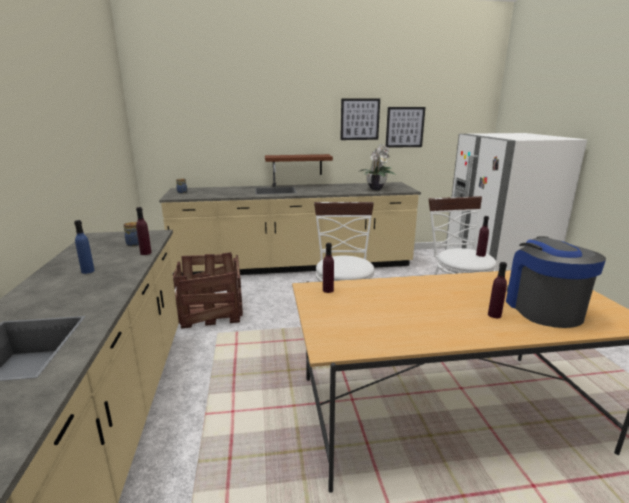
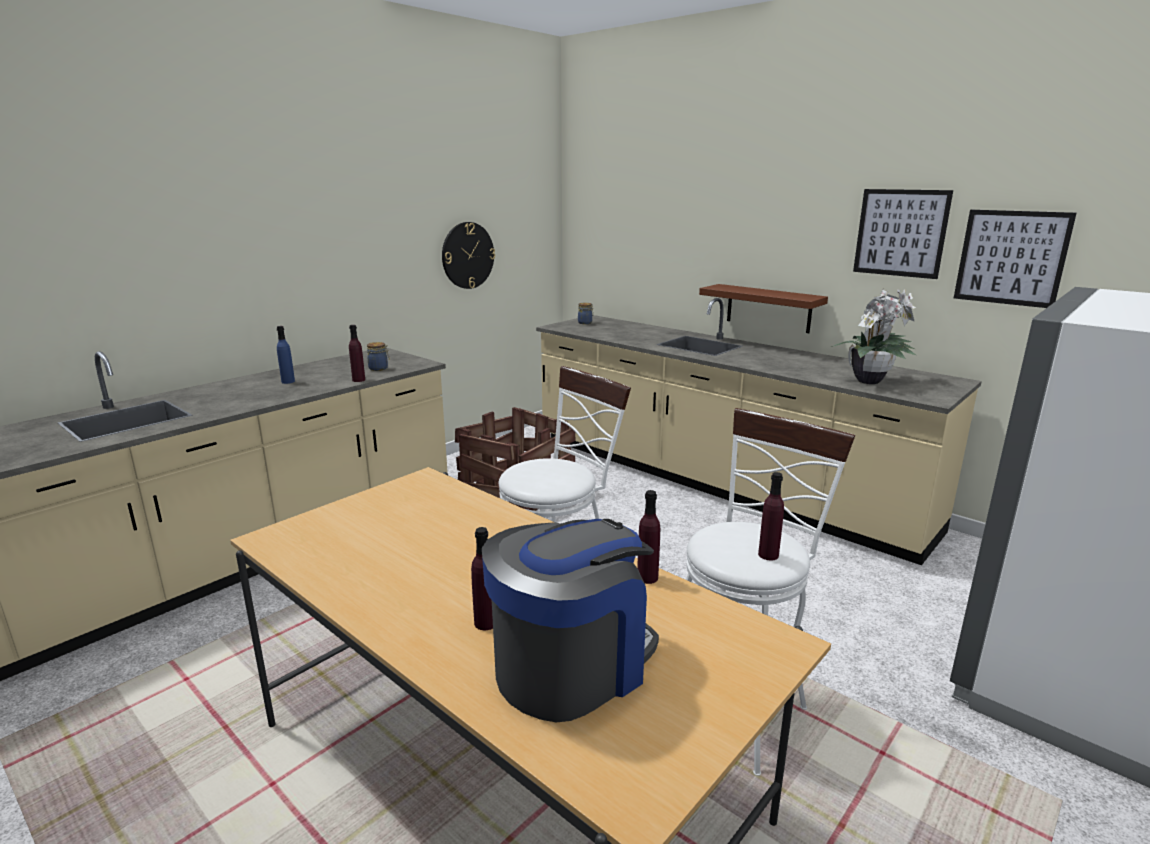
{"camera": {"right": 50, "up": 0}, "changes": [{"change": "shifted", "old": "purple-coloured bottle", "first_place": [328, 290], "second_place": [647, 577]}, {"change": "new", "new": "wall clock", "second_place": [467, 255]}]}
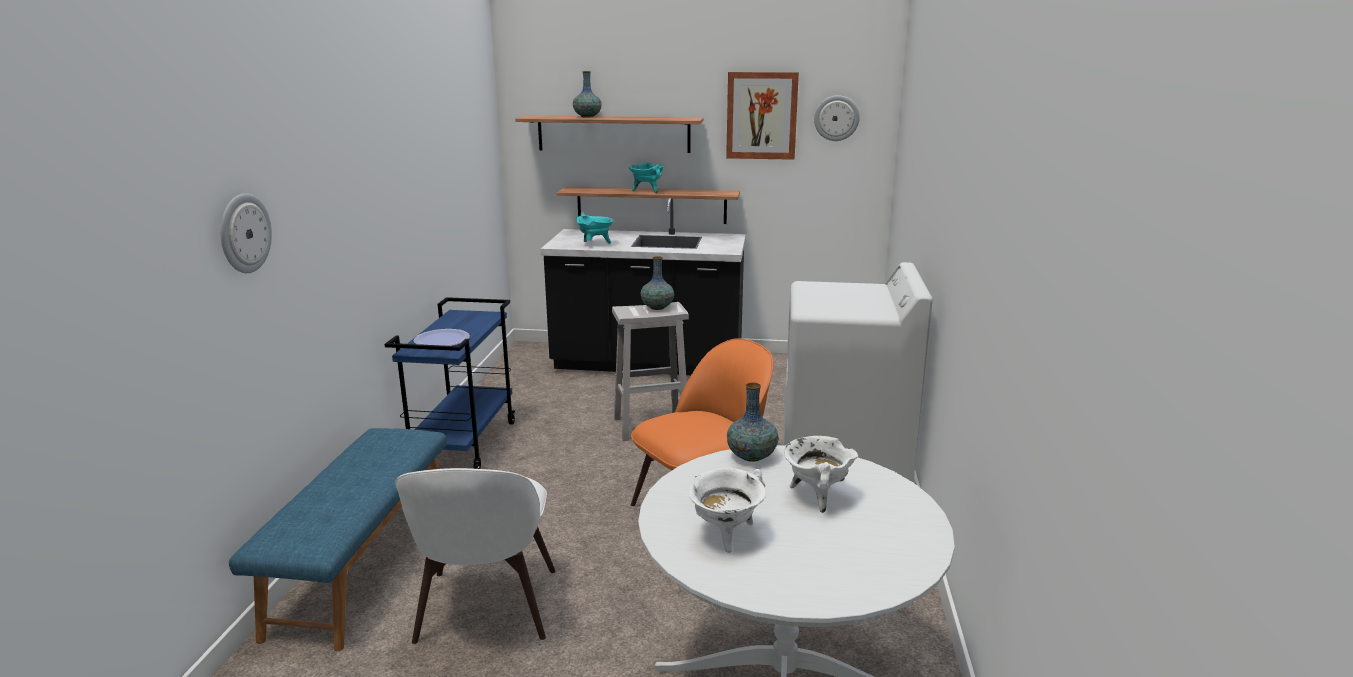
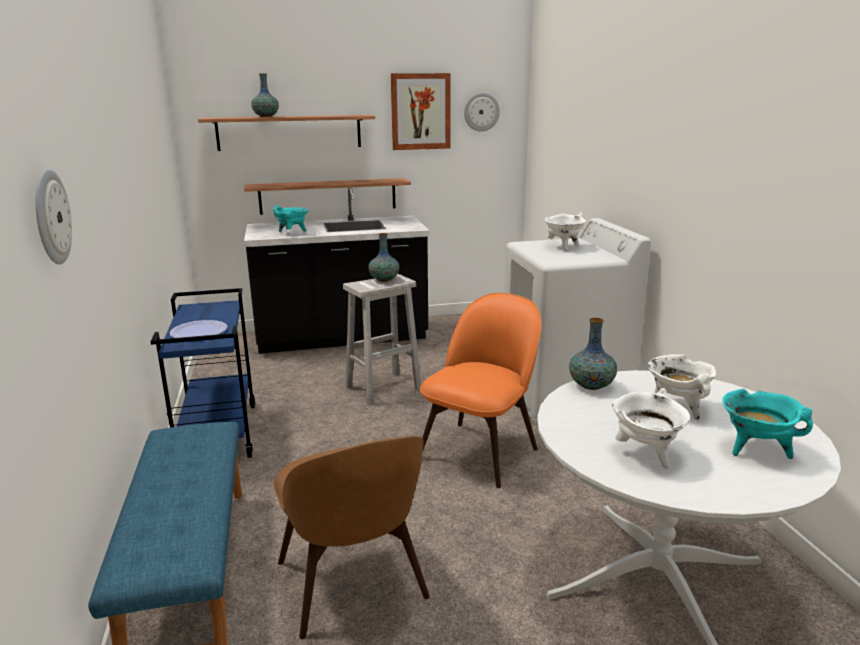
{"camera": {"right": -20, "up": 0}, "changes": [{"change": "repainted", "old": "white-coloured upright chair", "new": "brown-coloured upright chair", "first_place": [486, 609], "second_place": [353, 584]}, {"change": "shifted", "old": "turquoise saucepot", "first_place": [647, 191], "second_place": [756, 449]}, {"change": "new", "new": "white-coloured saucepot", "second_place": [563, 247]}]}
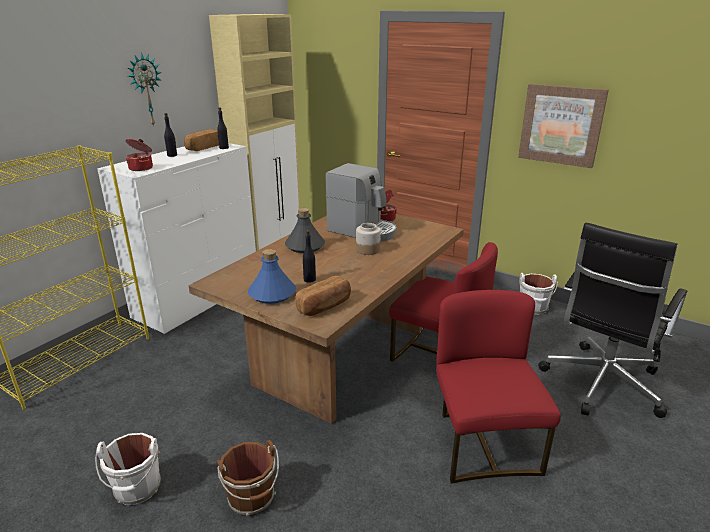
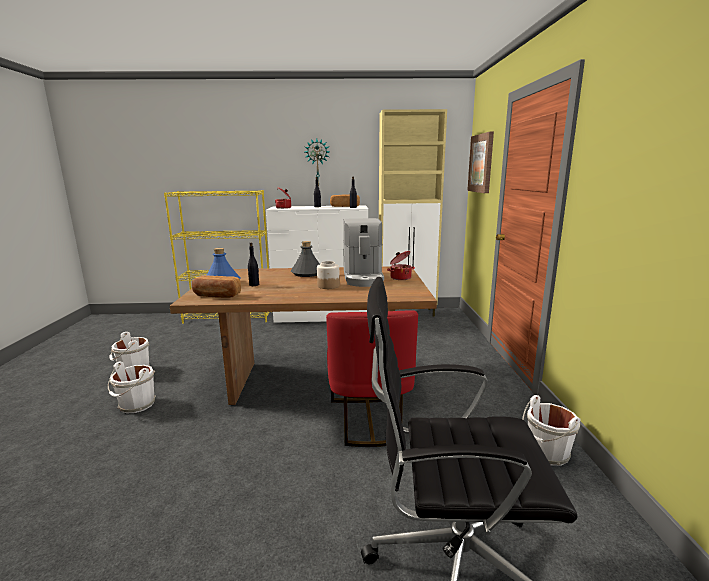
{"camera": {"right": 55, "up": -10}, "changes": [{"change": "repainted", "old": "brown-coloured bucket", "new": "white-coloured bucket", "first_place": [252, 499], "second_place": [136, 405]}, {"change": "gone", "old": "reddish upright chair", "first_place": [483, 443]}, {"change": "shifted", "old": "wall picture", "first_place": [561, 125], "second_place": [481, 163]}]}
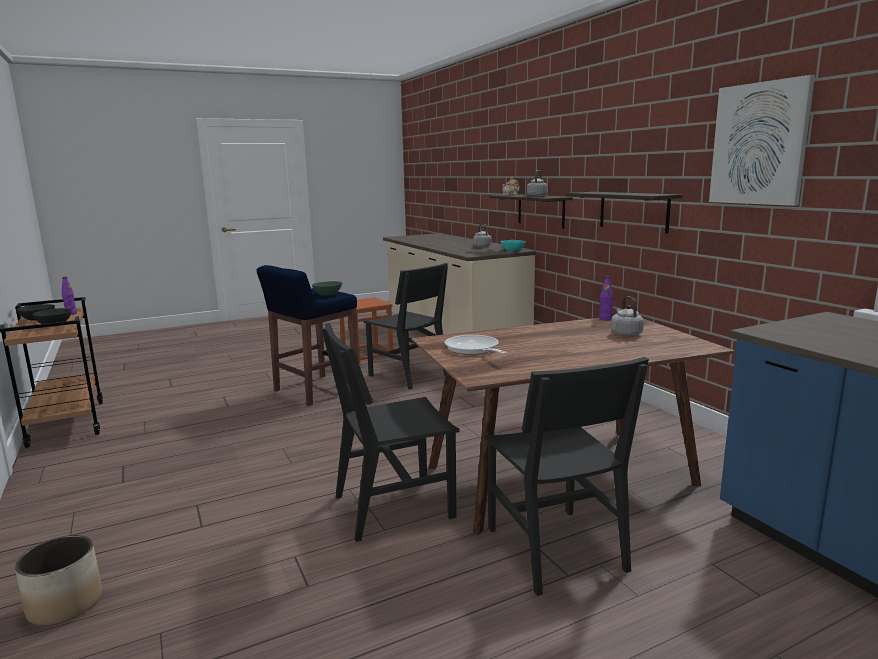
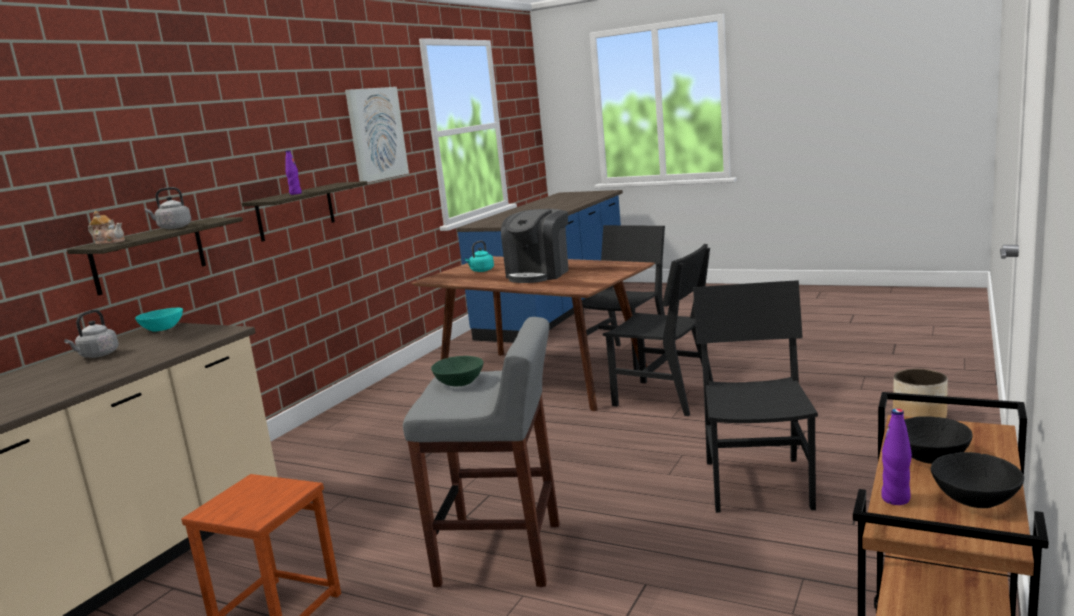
{"camera": {"right": -125, "up": 0}, "changes": [{"change": "repainted", "old": "blue sitting stool", "new": "gray sitting stool", "first_place": [314, 390], "second_place": [502, 554]}, {"change": "shifted", "old": "black-coloured upright chair", "first_place": [408, 375], "second_place": [758, 484]}, {"change": "gone", "old": "frying pan", "first_place": [474, 350]}, {"change": "shifted", "old": "purple-coloured bottle", "first_place": [605, 319], "second_place": [295, 194]}, {"change": "repainted", "old": "gray tea kettle", "new": "turquoise tea kettle", "first_place": [625, 333], "second_place": [481, 271]}, {"change": "new", "new": "coffee machine", "second_place": [539, 274]}]}
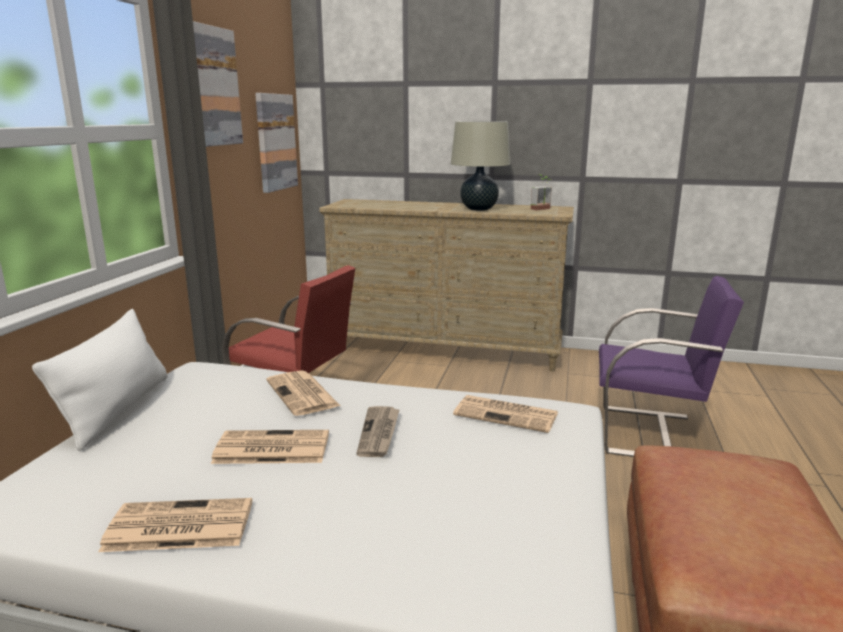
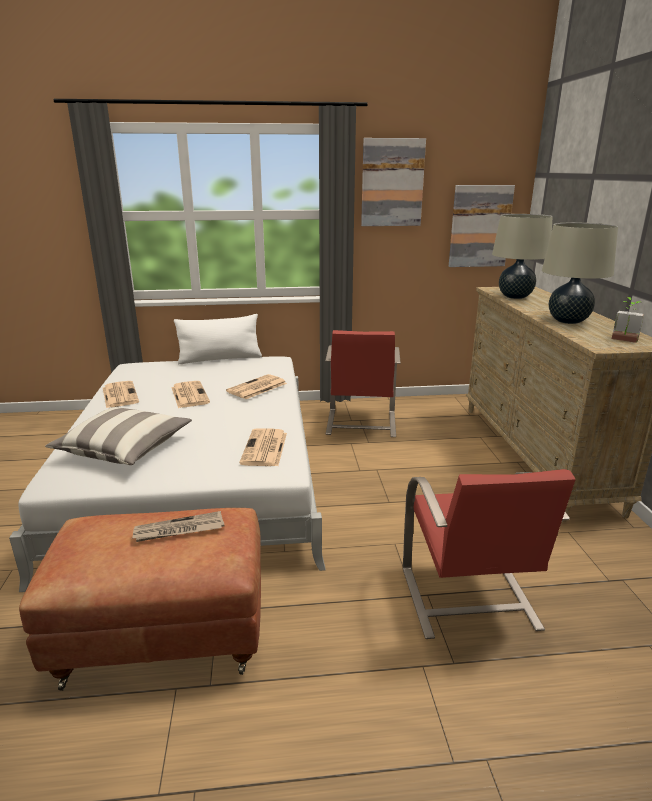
{"camera": {"right": 70, "up": 5}, "changes": [{"change": "shifted", "old": "daily paper", "first_place": [379, 433], "second_place": [179, 530]}, {"change": "repainted", "old": "purple-coloured upright chair", "new": "reddish upright chair", "first_place": [650, 434], "second_place": [468, 599]}, {"change": "new", "new": "pillow", "second_place": [124, 449]}, {"change": "new", "new": "beige tabletop lamp", "second_place": [515, 297]}]}
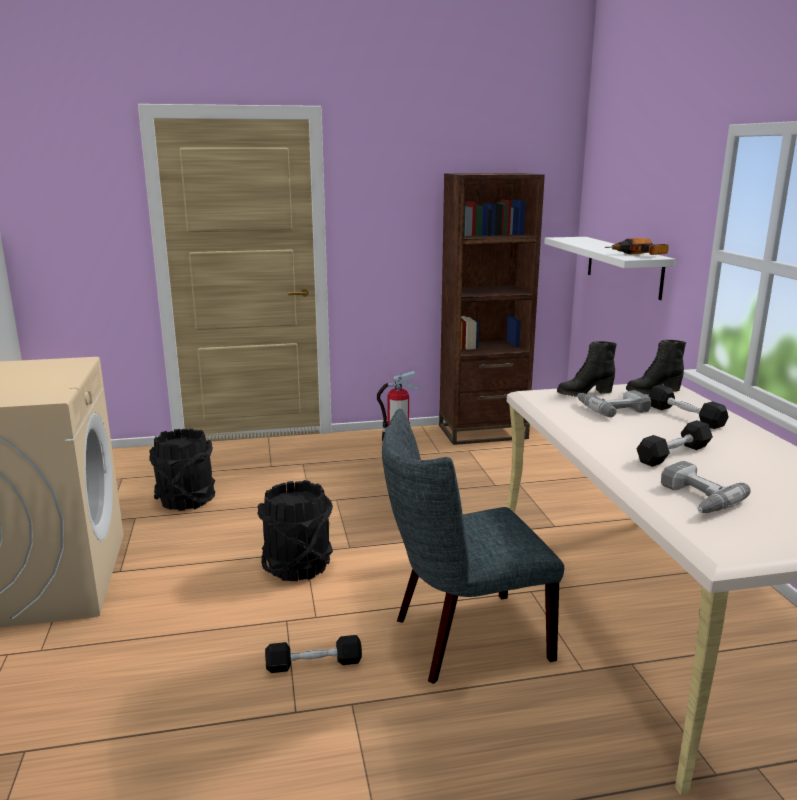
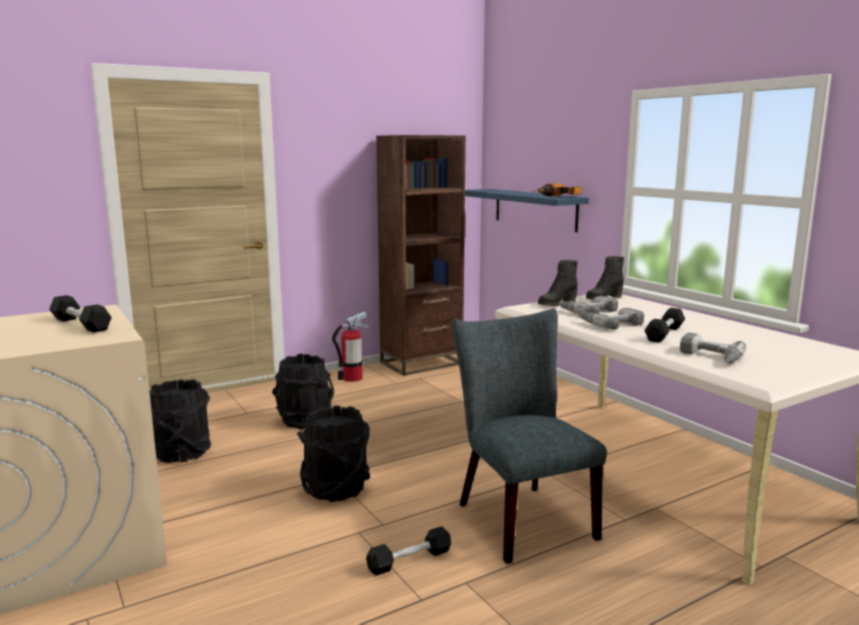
{"camera": {"right": -20, "up": -5}, "changes": [{"change": "rotated", "old": "gray upright chair", "first_place": [462, 639], "second_place": [519, 516], "degrees": 105}, {"change": "repainted", "old": "white-coloured shelf", "new": "blue shelf", "first_place": [623, 266], "second_place": [535, 209]}, {"change": "shifted", "old": "black-coloured free weight", "first_place": [685, 416], "second_place": [81, 324]}, {"change": "new", "new": "black-coloured bucket", "second_place": [304, 420]}, {"change": "new", "new": "drill", "second_place": [610, 324]}]}
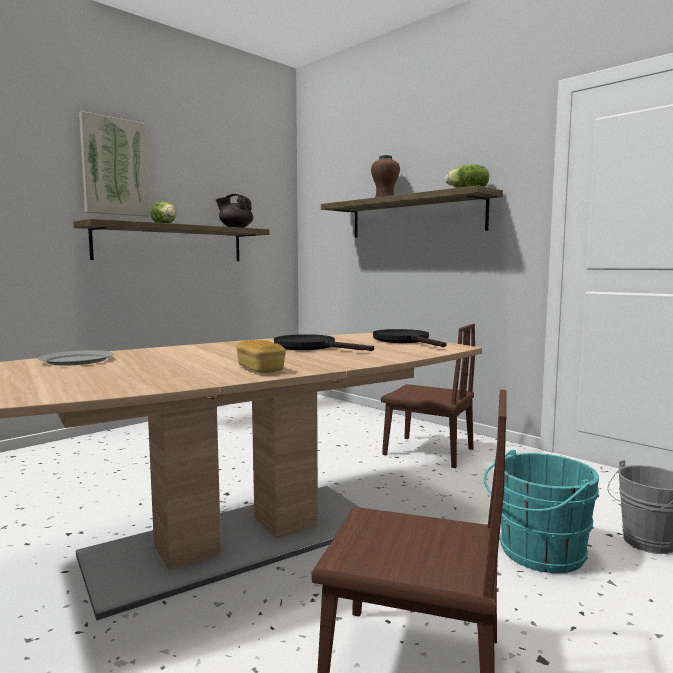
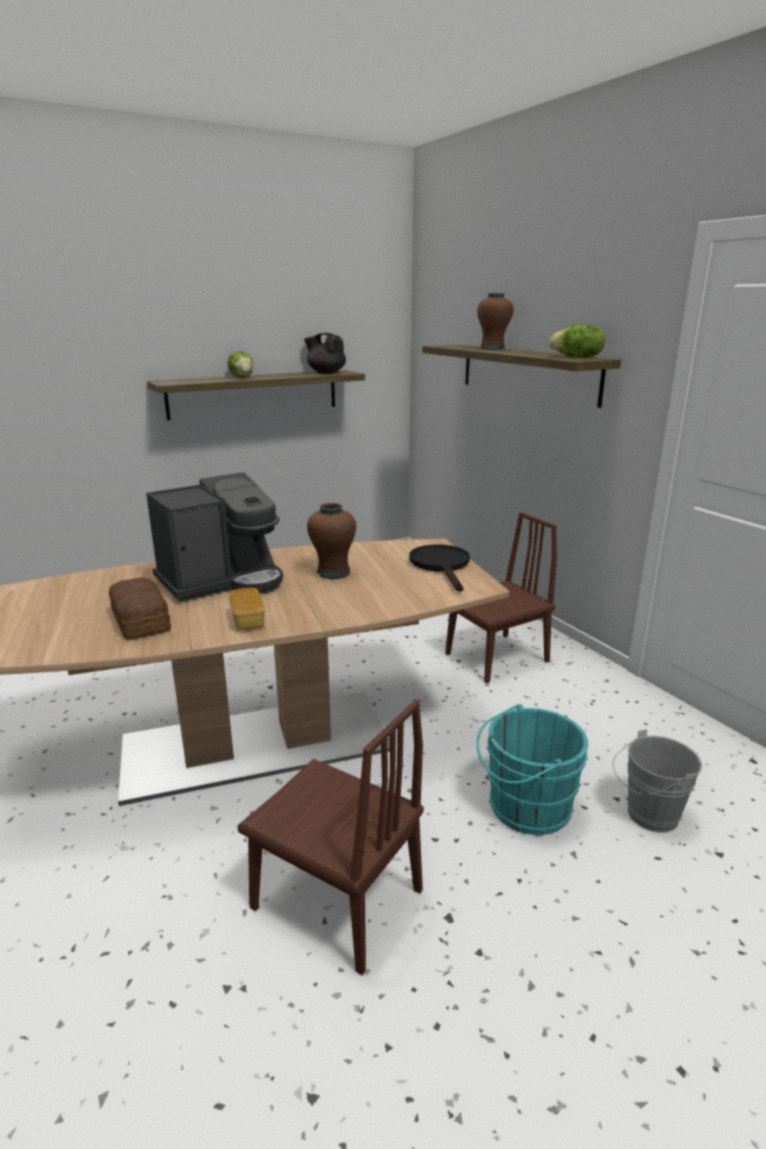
{"camera": {"right": 15, "up": 15}, "changes": [{"change": "gone", "old": "gray plate", "first_place": [77, 360]}, {"change": "gone", "old": "wall picture", "first_place": [115, 167]}, {"change": "swapped", "old": "black-coloured frying pan", "new": "brown-coloured vase", "first_place": [312, 347], "second_place": [333, 573]}, {"change": "rotated", "old": "brown-coloured upright chair", "first_place": [428, 451], "second_place": [496, 657], "degrees": -75}, {"change": "new", "new": "bread", "second_place": [139, 621]}, {"change": "new", "new": "coffee machine", "second_place": [222, 581]}]}
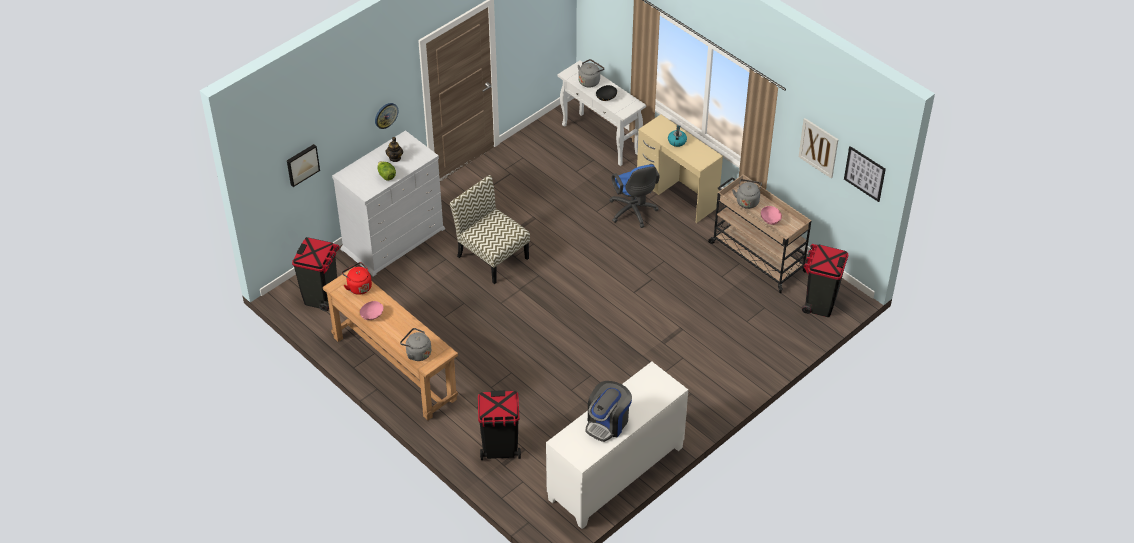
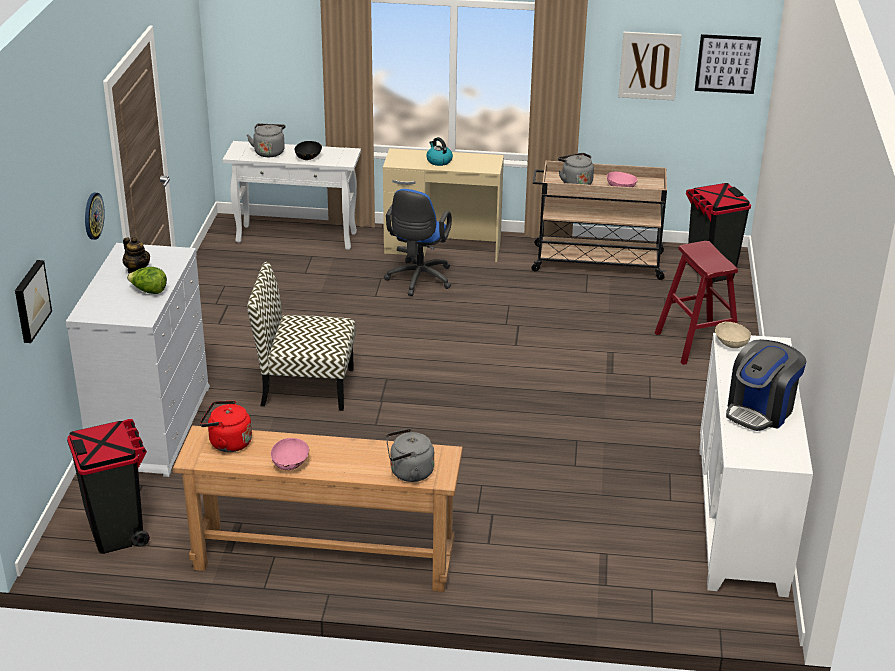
{"camera": {"right": -40, "up": -15}, "changes": [{"change": "gone", "old": "black-coloured rubbish bin", "first_place": [500, 449]}, {"change": "rotated", "old": "coffee machine", "first_place": [607, 422], "second_place": [760, 410], "degrees": 45}, {"change": "rotated", "old": "blue computer chair", "first_place": [633, 213], "second_place": [418, 280], "degrees": 75}, {"change": "new", "new": "reddish sitting stool", "second_place": [697, 343]}, {"change": "new", "new": "beige deep dish", "second_place": [730, 344]}]}
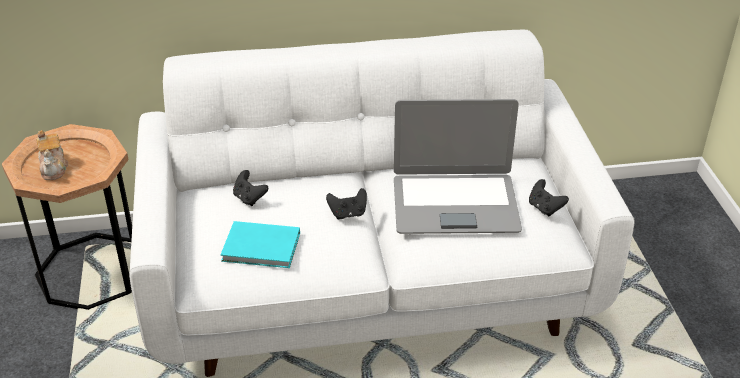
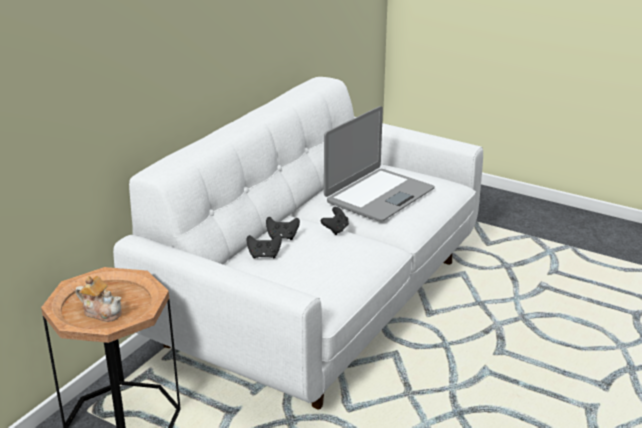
{"camera": {"right": -50, "up": -10}, "changes": [{"change": "gone", "old": "turquoise bound book", "first_place": [263, 248]}, {"change": "shifted", "old": "black-coloured gamepad", "first_place": [545, 208], "second_place": [282, 237]}]}
